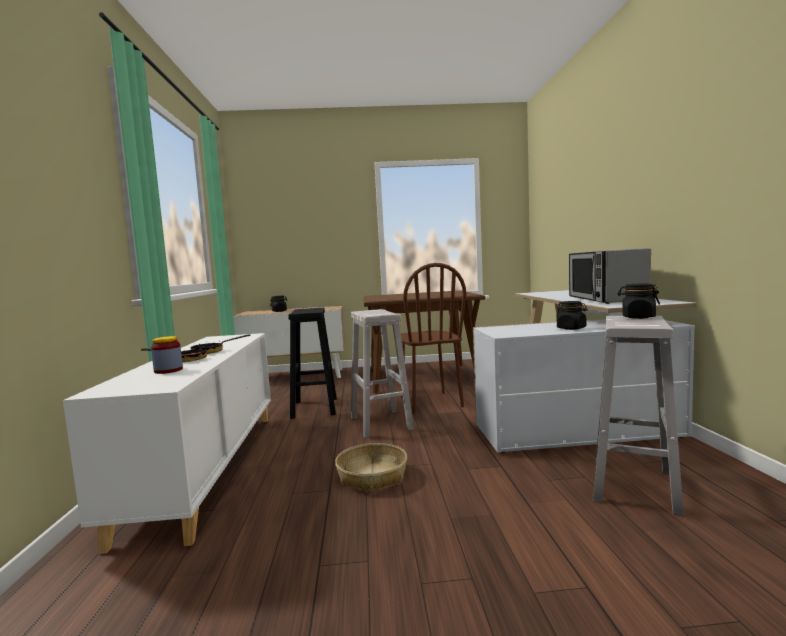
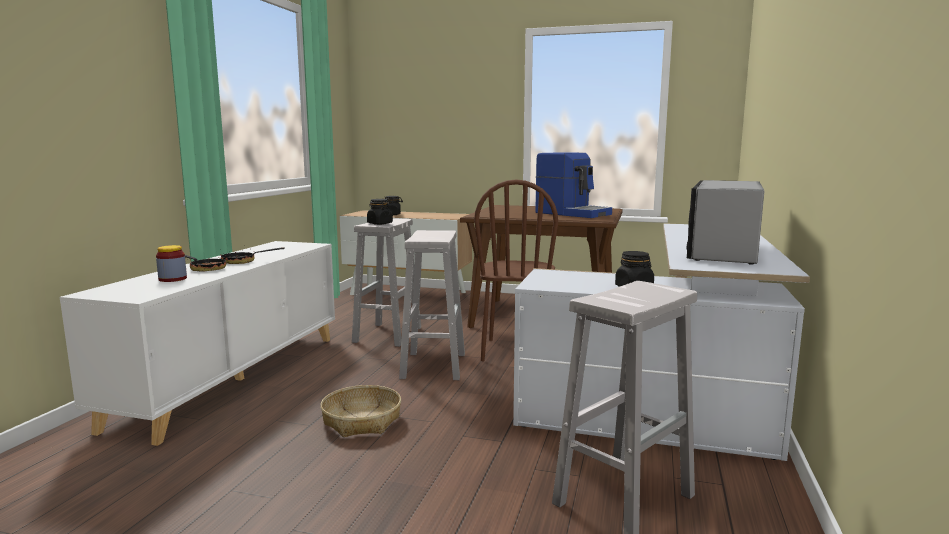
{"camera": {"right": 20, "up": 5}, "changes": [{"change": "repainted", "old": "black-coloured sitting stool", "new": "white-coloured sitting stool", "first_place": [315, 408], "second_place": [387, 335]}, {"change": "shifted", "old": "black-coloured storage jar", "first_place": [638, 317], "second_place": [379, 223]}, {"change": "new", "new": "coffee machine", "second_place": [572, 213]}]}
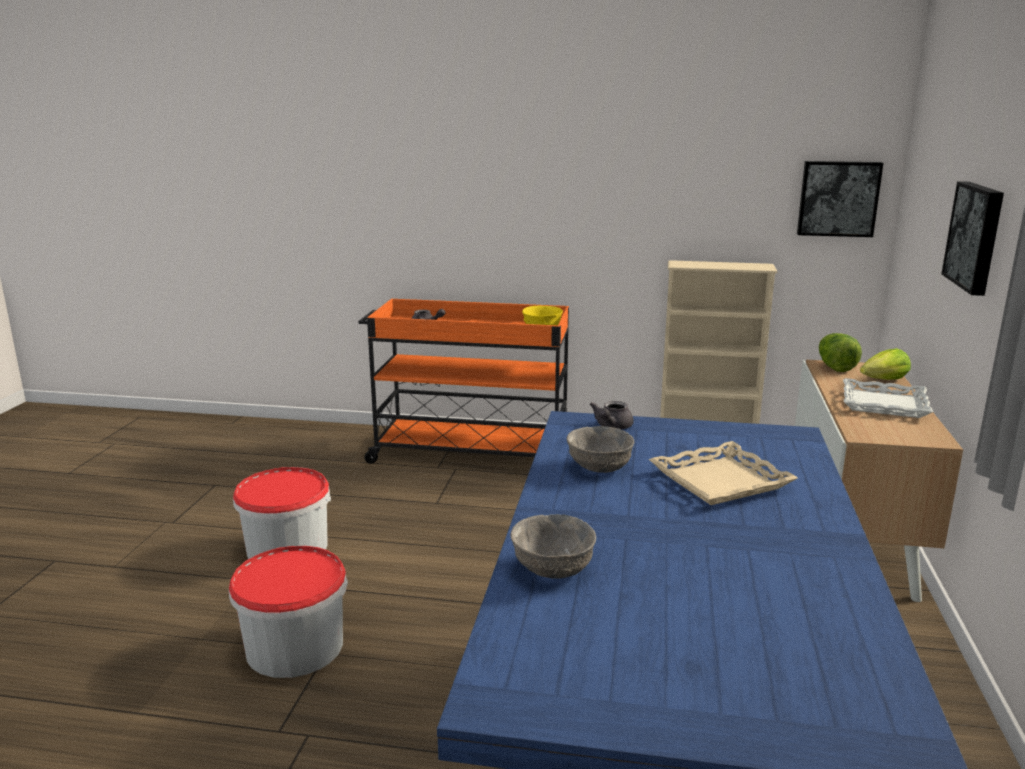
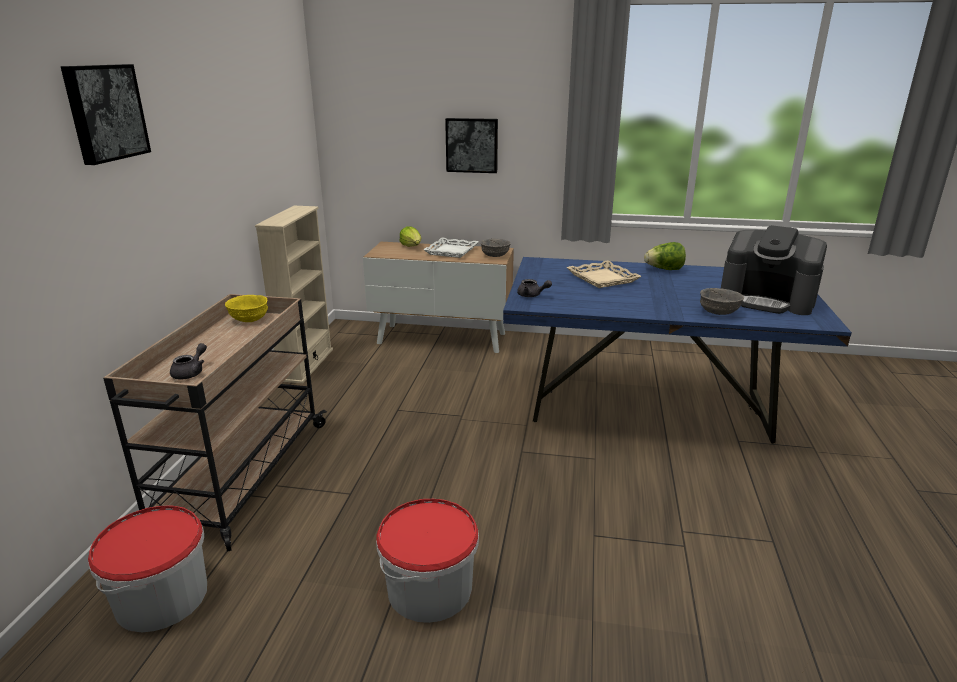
{"camera": {"right": -90, "up": 5}, "changes": [{"change": "shifted", "old": "bucket", "first_place": [295, 647], "second_place": [162, 597]}, {"change": "repainted", "old": "orange wheeled cart", "new": "beige wheeled cart", "first_place": [470, 453], "second_place": [240, 477]}, {"change": "shifted", "old": "gray deep dish", "first_place": [598, 467], "second_place": [494, 256]}, {"change": "shifted", "old": "wall picture", "first_place": [838, 198], "second_place": [105, 112]}, {"change": "shifted", "old": "head of lettuce", "first_place": [834, 367], "second_place": [664, 269]}, {"change": "new", "new": "coffee machine", "second_place": [767, 300]}]}
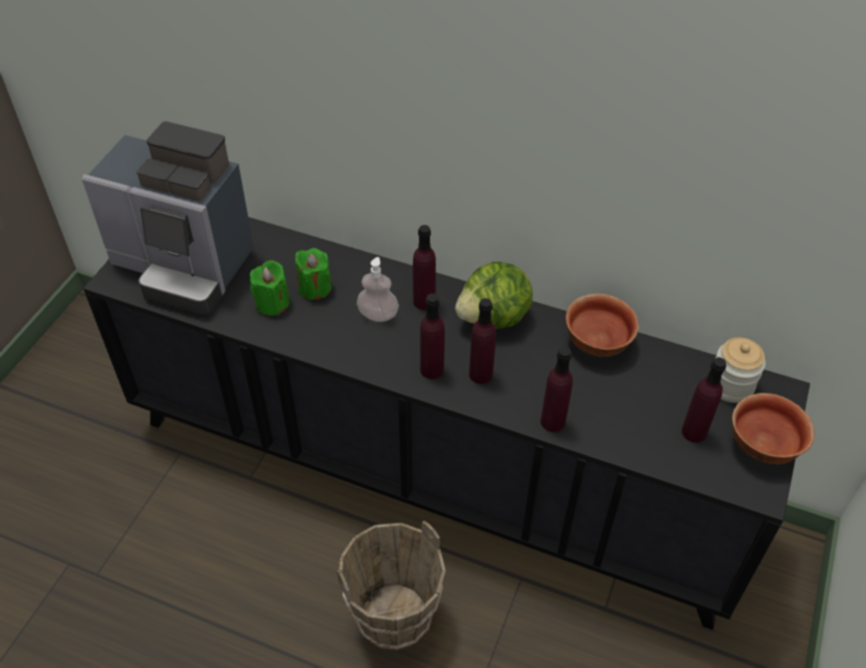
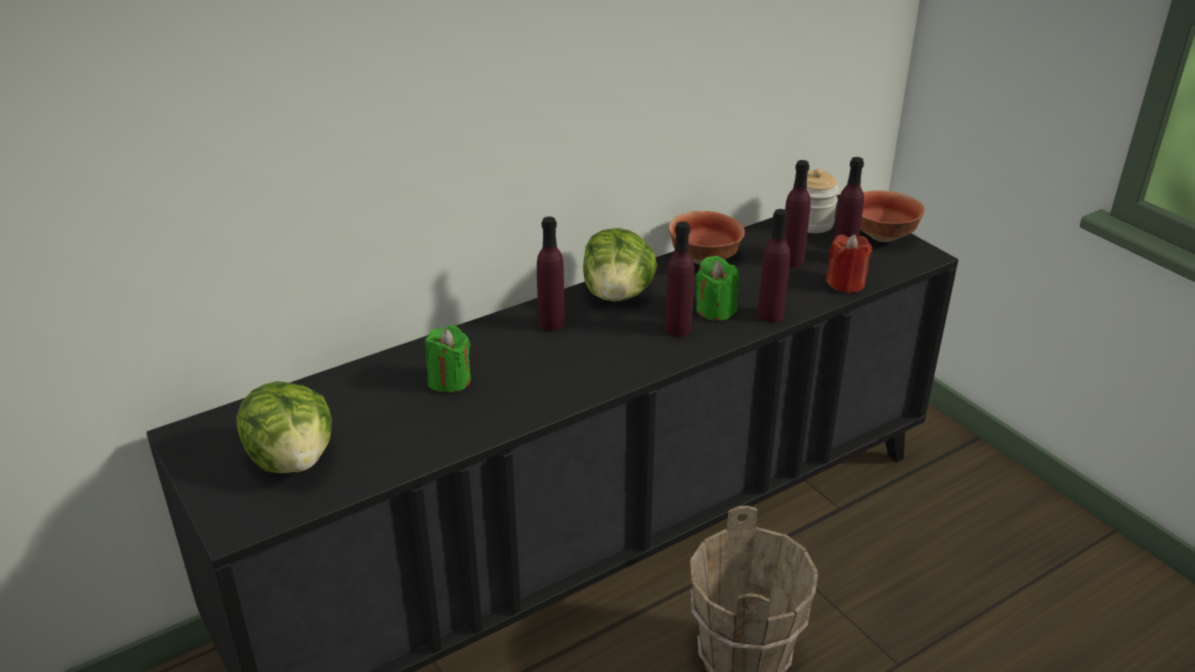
{"camera": {"right": -55, "up": -15}, "changes": [{"change": "swapped", "old": "coffee machine", "new": "head of lettuce", "first_place": [185, 266], "second_place": [293, 460]}, {"change": "shifted", "old": "greenish candle", "first_place": [272, 303], "second_place": [715, 310]}, {"change": "gone", "old": "soap bottle", "first_place": [378, 315]}, {"change": "shifted", "old": "purple-coloured bottle", "first_place": [432, 369], "second_place": [791, 261]}, {"change": "new", "new": "reddish candle", "second_place": [846, 283]}]}
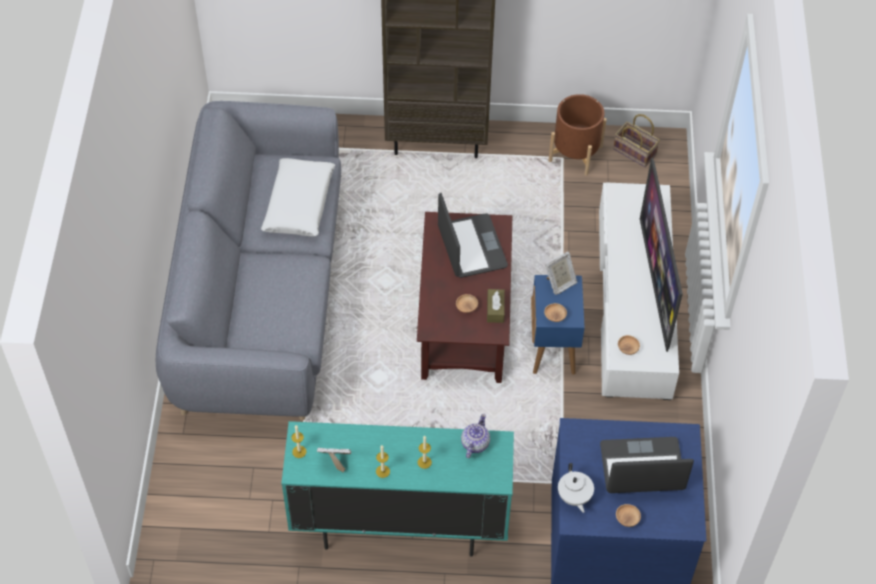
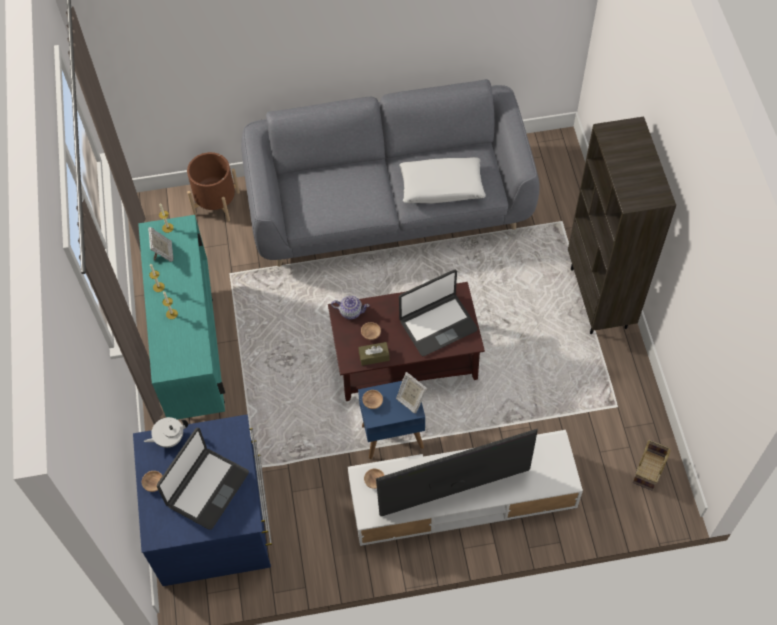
{"camera": {"right": 80, "up": 5}, "changes": [{"change": "shifted", "old": "pot for tea", "first_place": [474, 444], "second_place": [350, 311]}, {"change": "shifted", "old": "brown-coloured flower pot", "first_place": [575, 154], "second_place": [216, 203]}, {"change": "rotated", "old": "portable computer", "first_place": [642, 468], "second_place": [207, 488], "degrees": 45}]}
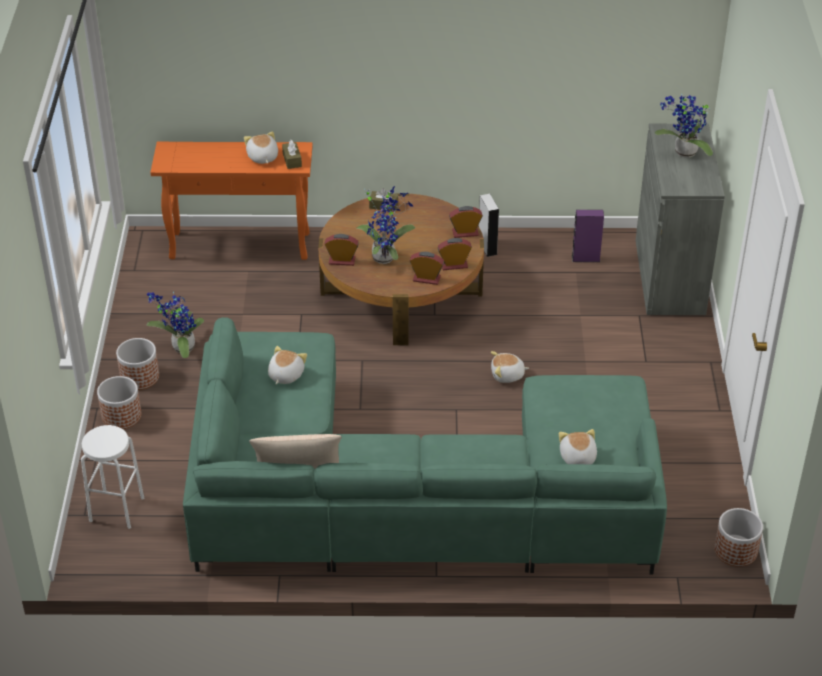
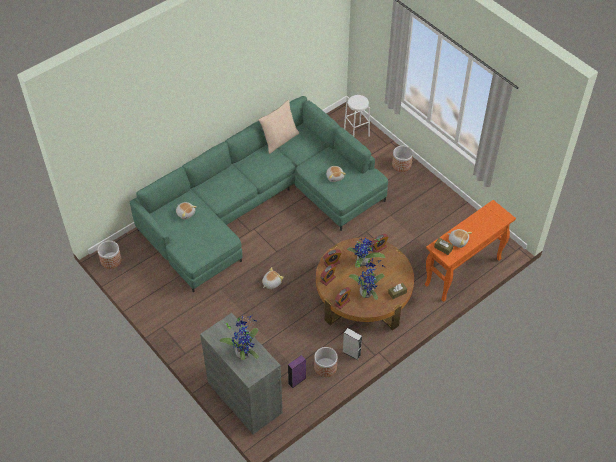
{"camera": {"right": 140, "up": 10}, "changes": [{"change": "shifted", "old": "flower pot", "first_place": [140, 377], "second_place": [325, 367]}, {"change": "shifted", "old": "plant in a pot", "first_place": [180, 348], "second_place": [367, 292]}]}
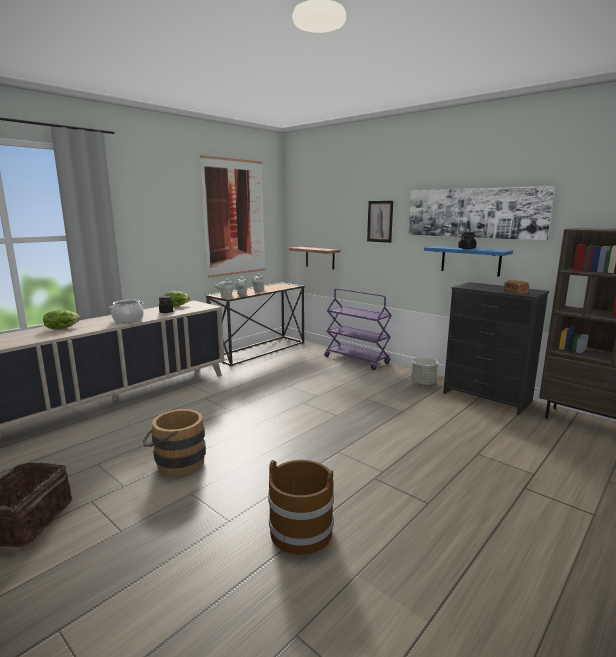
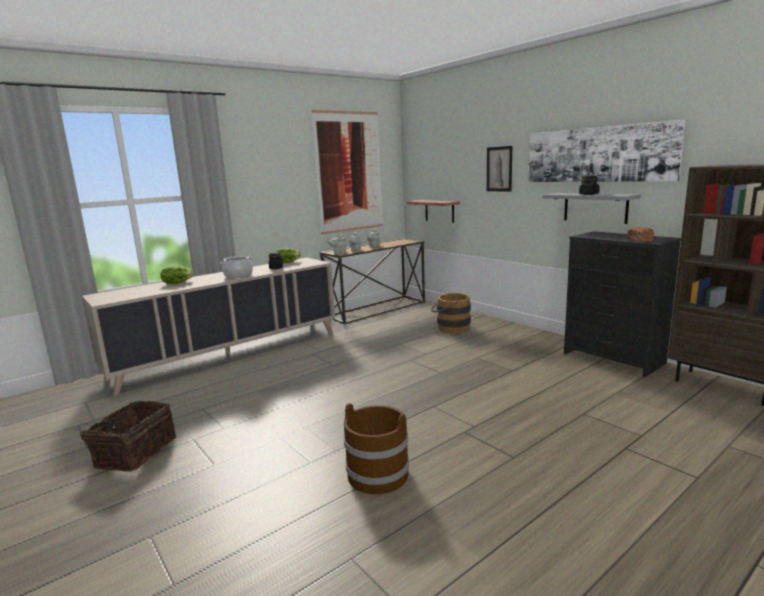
{"camera": {"right": 10, "up": 0}, "changes": [{"change": "shifted", "old": "brown-coloured bucket", "first_place": [176, 463], "second_place": [450, 328]}, {"change": "gone", "old": "purple-coloured wheeled cart", "first_place": [357, 360]}, {"change": "gone", "old": "gray flower pot", "first_place": [423, 383]}, {"change": "repainted", "old": "blue shelf", "new": "gray shelf", "first_place": [470, 260], "second_place": [595, 207]}]}
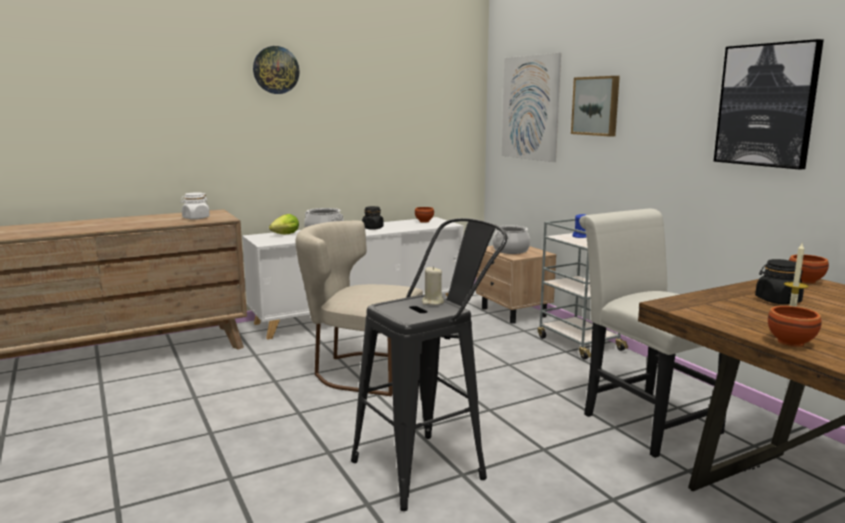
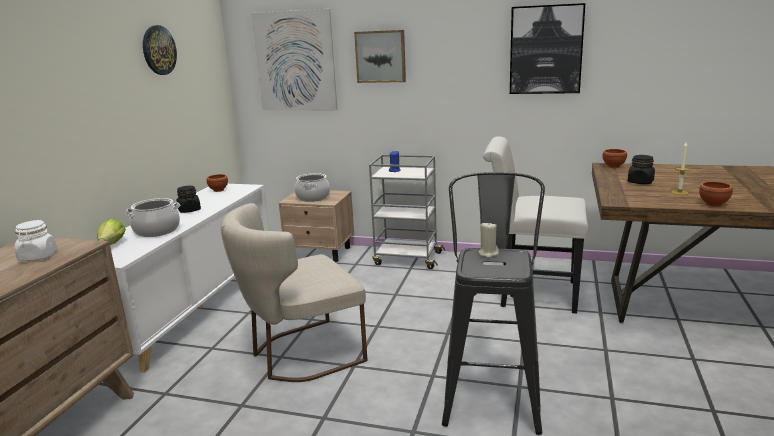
{"camera": {"right": -45, "up": 5}, "changes": [{"change": "shifted", "old": "wall clock", "first_place": [276, 70], "second_place": [158, 50]}]}
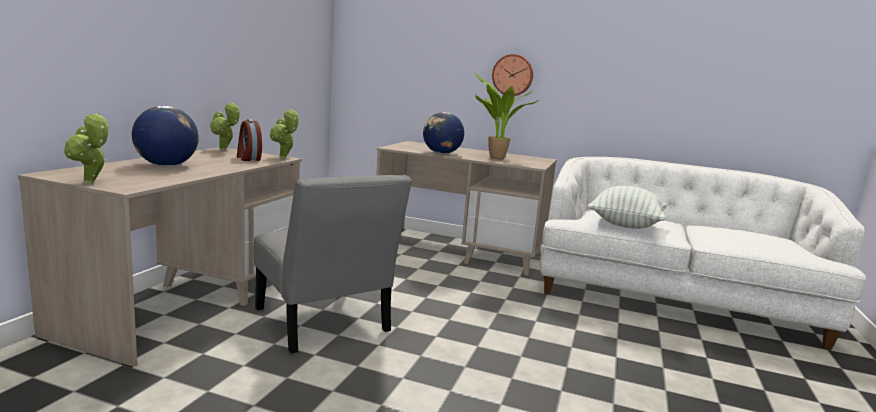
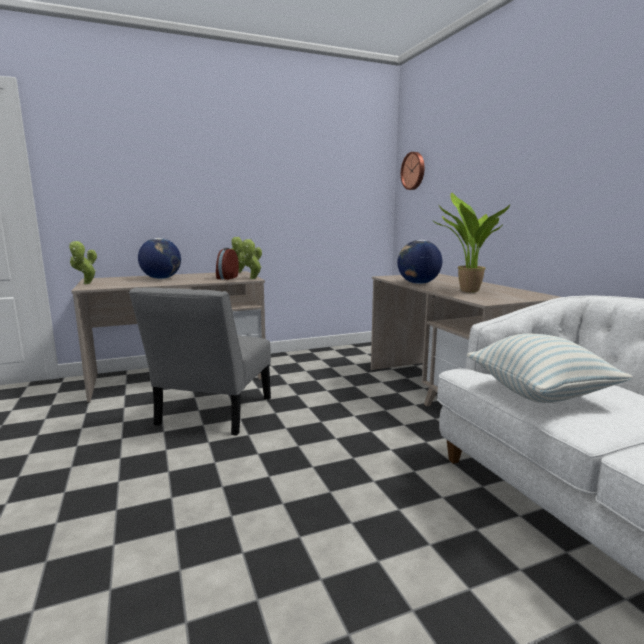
{"camera": {"right": 50, "up": 0}, "changes": [{"change": "shifted", "old": "wall clock", "first_place": [513, 75], "second_place": [414, 171]}]}
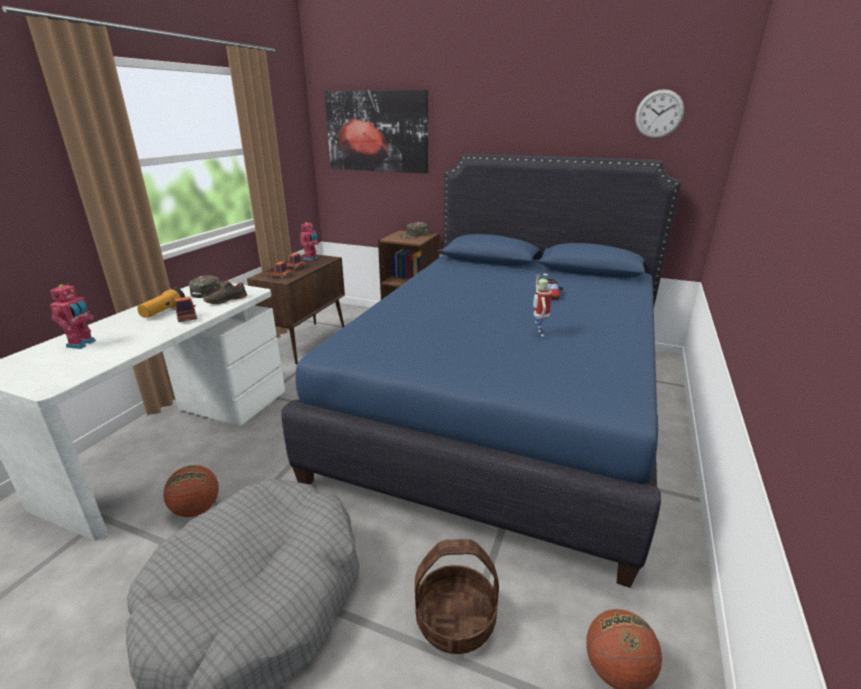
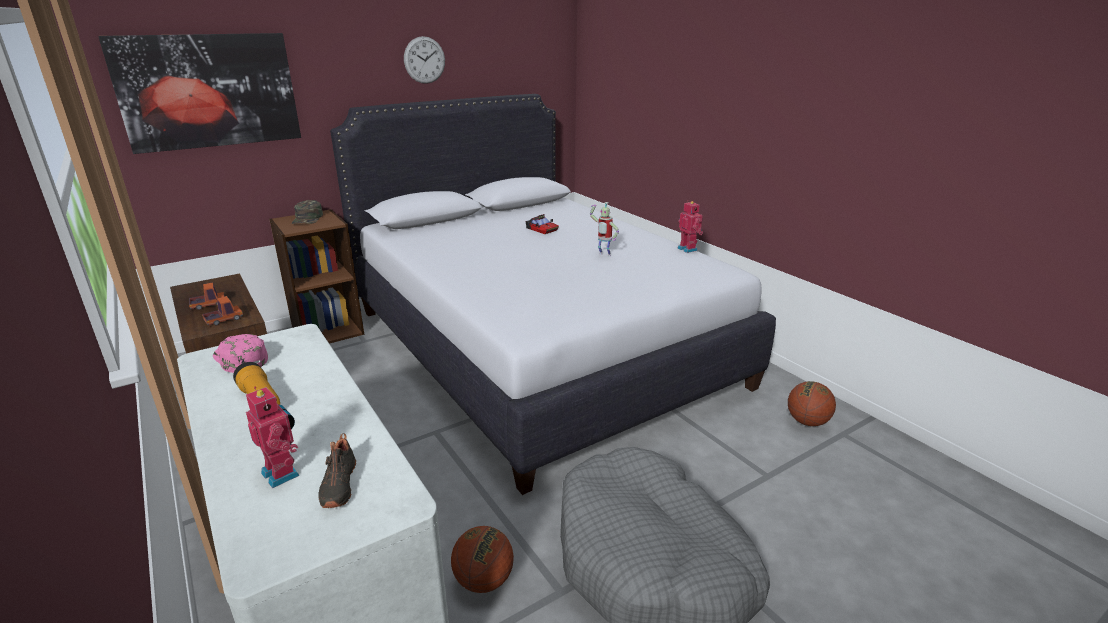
{"camera": {"right": -55, "up": 0}, "changes": [{"change": "gone", "old": "toy truck", "first_place": [187, 317]}, {"change": "repainted", "old": "greenish cap", "new": "pink-coloured cap", "first_place": [209, 291], "second_place": [240, 359]}, {"change": "shifted", "old": "black-coloured shoe", "first_place": [226, 300], "second_place": [337, 485]}, {"change": "repainted", "old": "blue bedroom bed", "new": "white-coloured bedroom bed", "first_place": [504, 404], "second_place": [538, 346]}, {"change": "shifted", "old": "robot figure", "first_place": [311, 258], "second_place": [688, 249]}, {"change": "gone", "old": "basket", "first_place": [455, 620]}, {"change": "shifted", "old": "wall clock", "first_place": [659, 114], "second_place": [424, 60]}]}
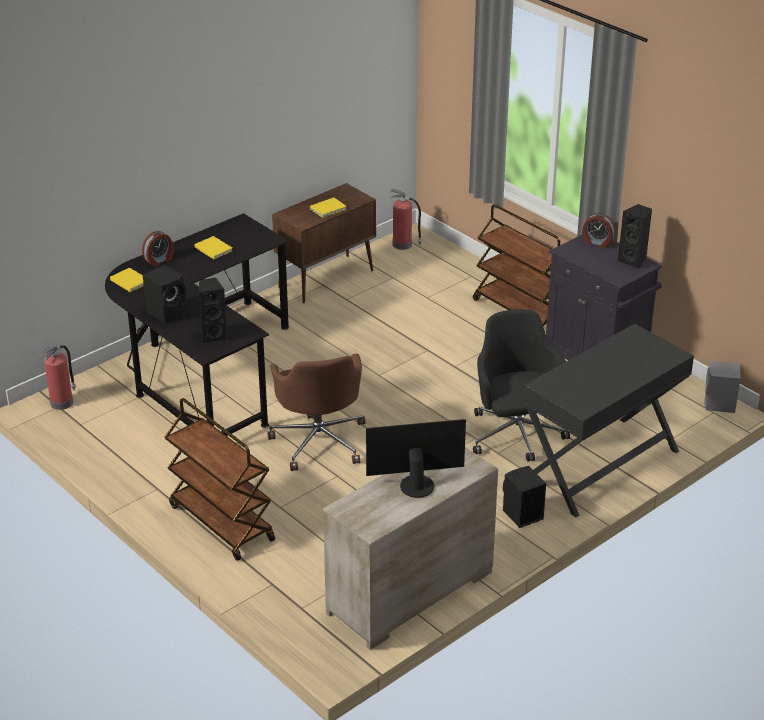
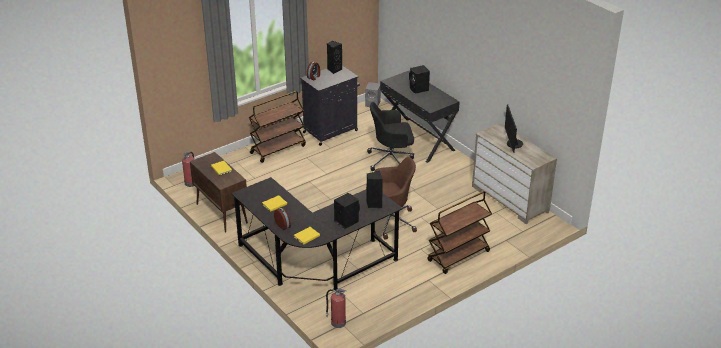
{"camera": {"right": -85, "up": 0}, "changes": [{"change": "shifted", "old": "black-coloured loudspeaker", "first_place": [521, 515], "second_place": [419, 89]}]}
